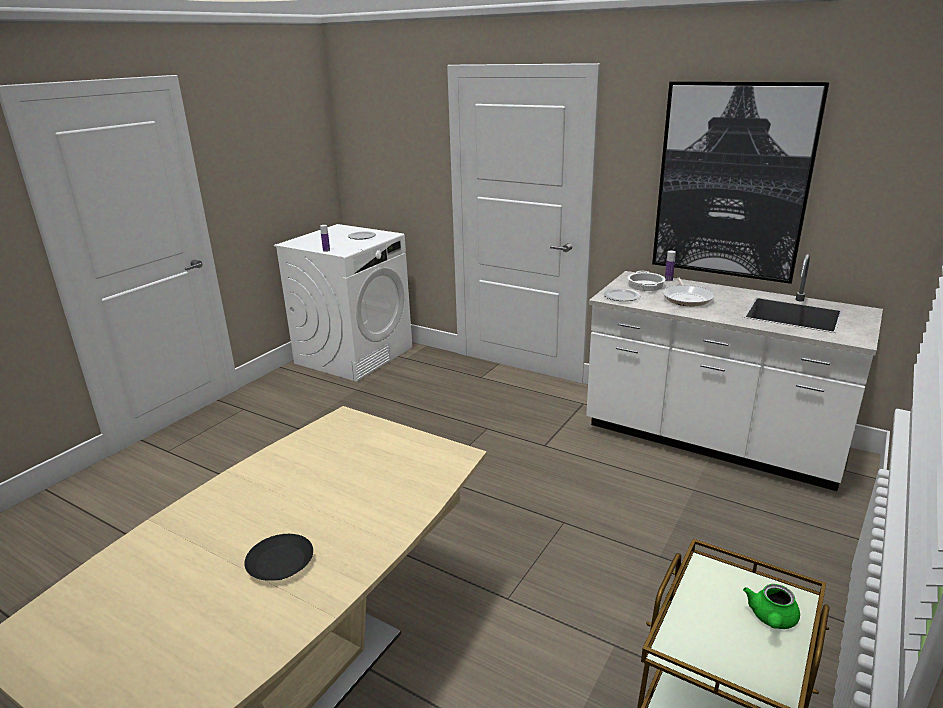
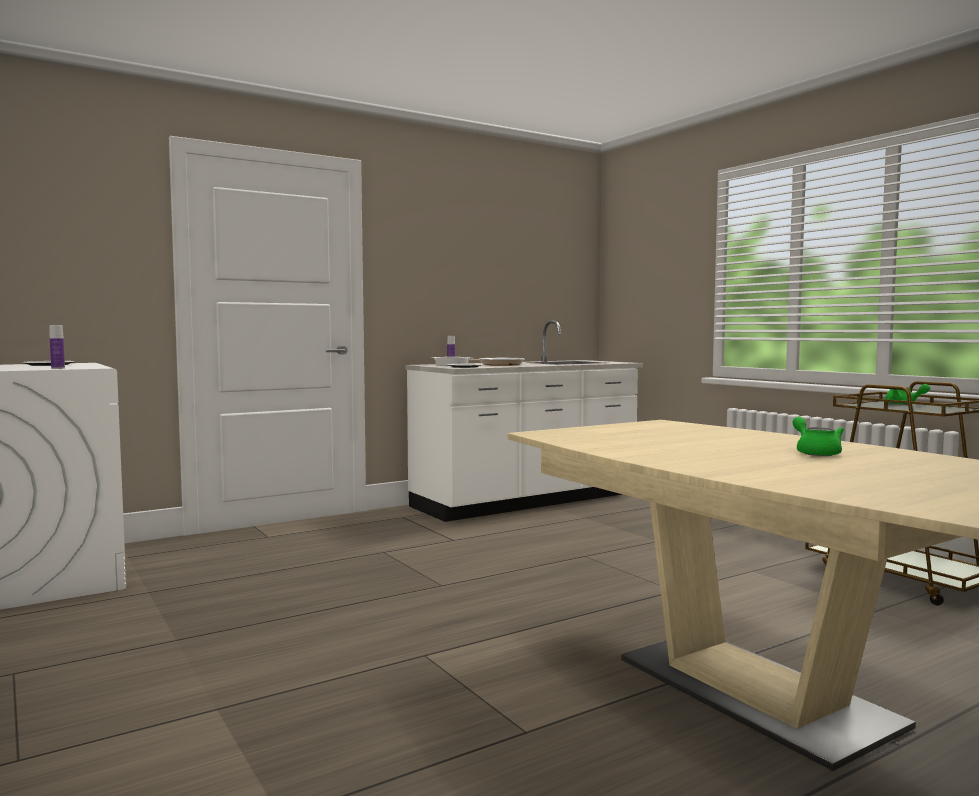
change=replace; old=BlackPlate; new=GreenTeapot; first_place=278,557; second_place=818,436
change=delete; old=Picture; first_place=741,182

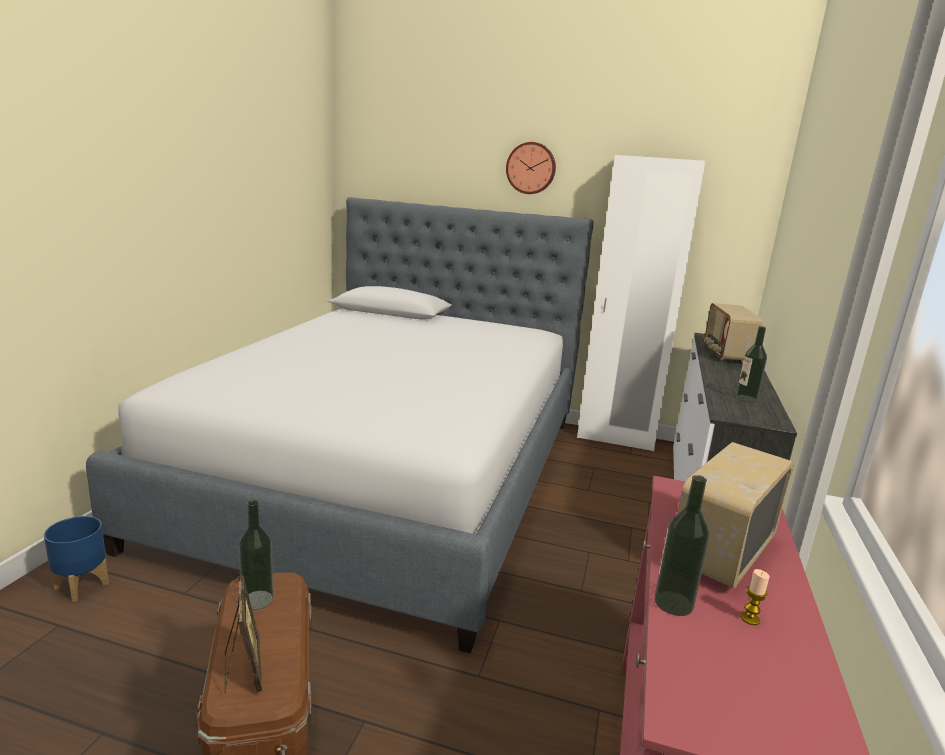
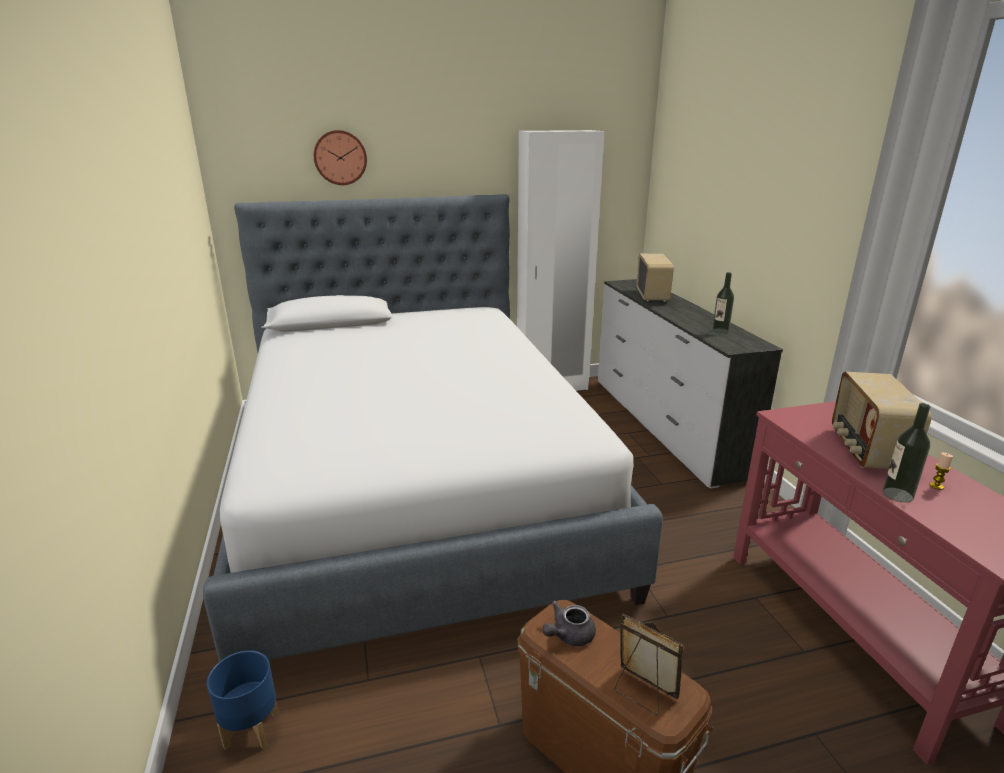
change=replace; old=Bottle; new=GreyTeapot; first_place=256,555; second_place=569,623
change=move; old=WallClock; first_place=531,168; second_place=340,157
change=rotate; old=Radio; first_place=733,332; second_place=655,278; degrees=-150

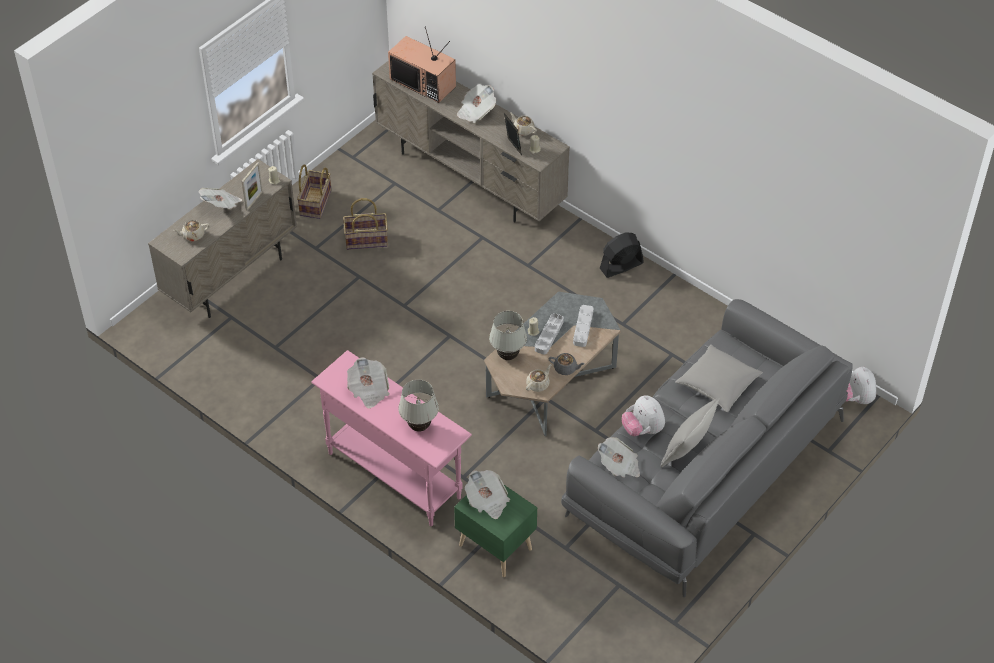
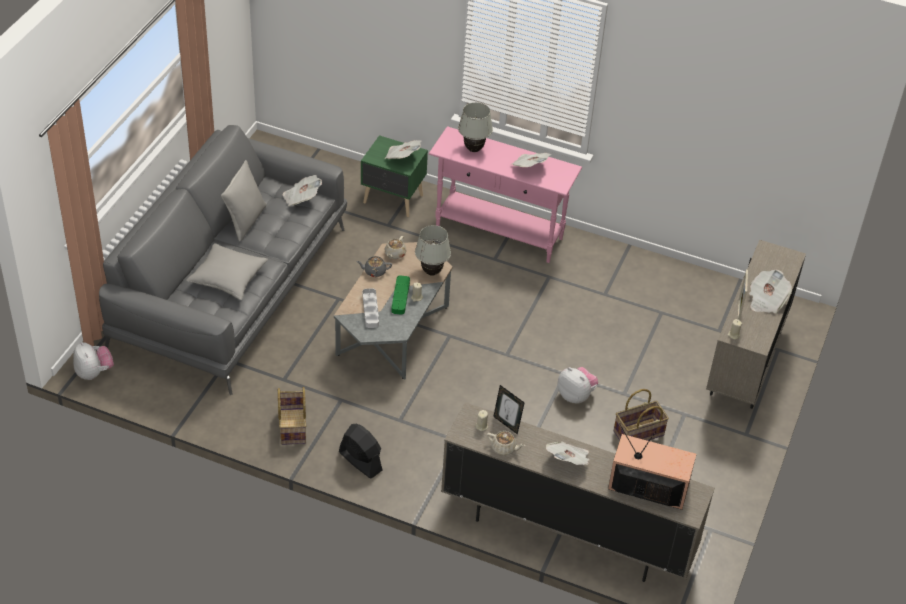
change=delete; old=BeigeTeapot; first_place=191,230
change=move; old=Basket; first_place=314,191; second_place=292,416
change=recolor; old=GreyTray; new=GreenTray; first_place=549,334; second_place=400,295
change=rotate; old=BlackFan; first_place=622,255; second_place=361,451; degrees=-90
change=move; old=PlushToy; first_place=643,415; second_place=578,385

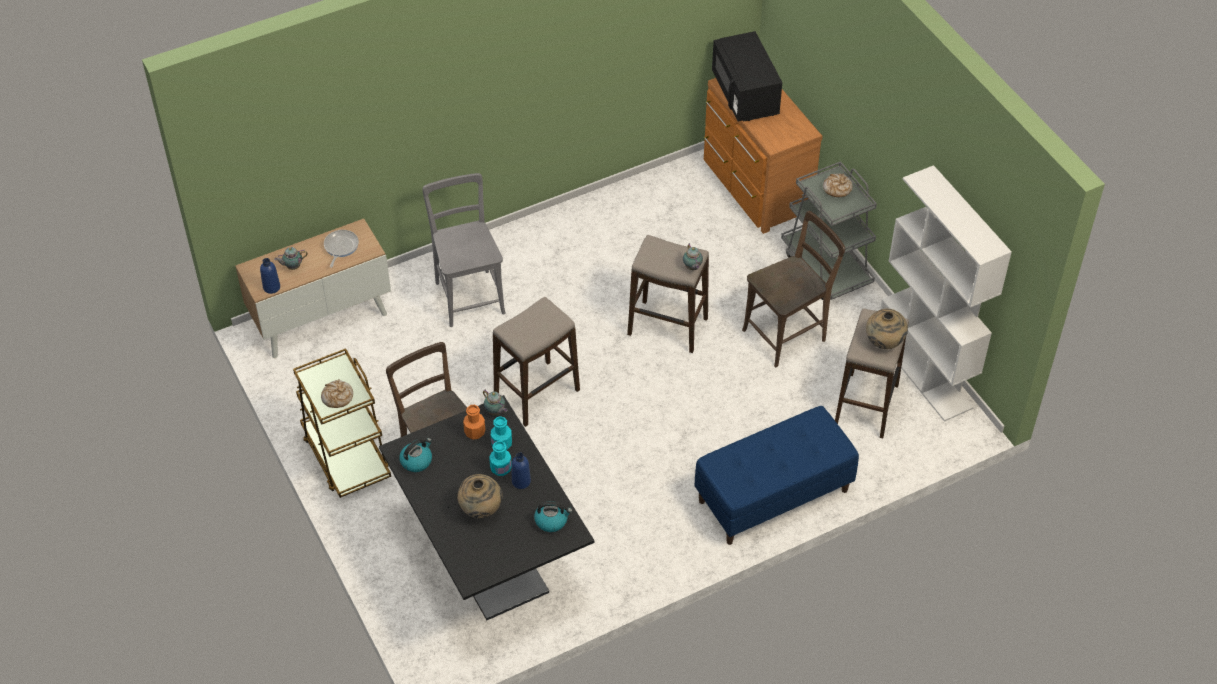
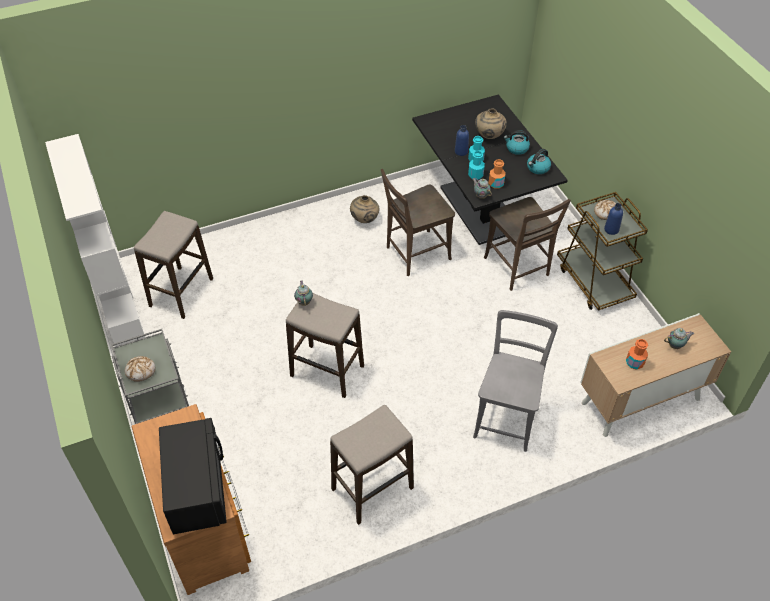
change=move; old=BlueBottle; first_place=270,276; second_place=613,219
change=replace; old=FryingPan; new=OrangeBottle; first_place=341,249; second_place=637,354
change=rotate; old=GreyChair; first_place=464,250; second_place=515,381; degrees=-150
change=move; old=Stool; first_place=536,362; second_place=372,465
change=move; old=Kettle; first_place=553,516; second_place=517,142
change=delete; old=BlueBench; first_place=777,475
change=move; old=BrownChair; first_place=793,289; second_place=418,222
change=move; old=BeigeVase; first_place=887,329; second_place=364,209

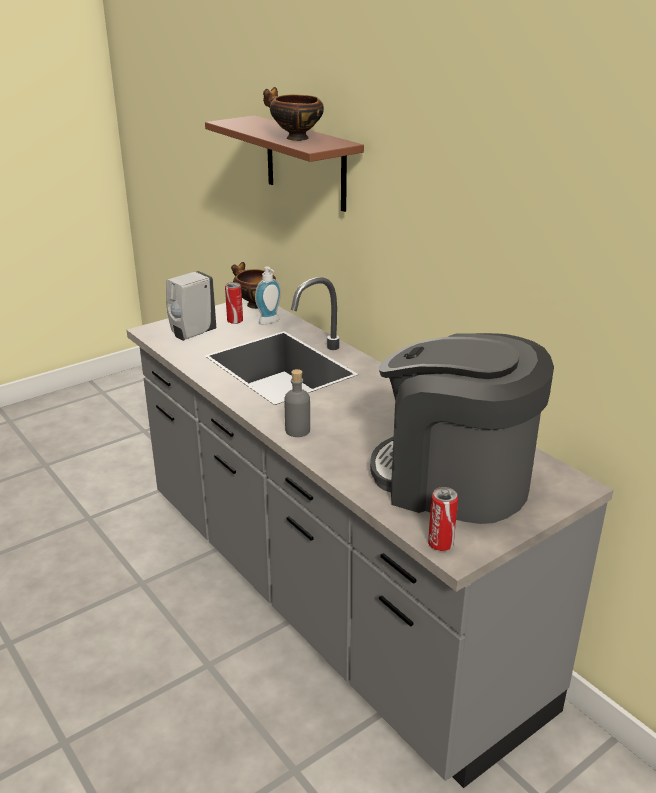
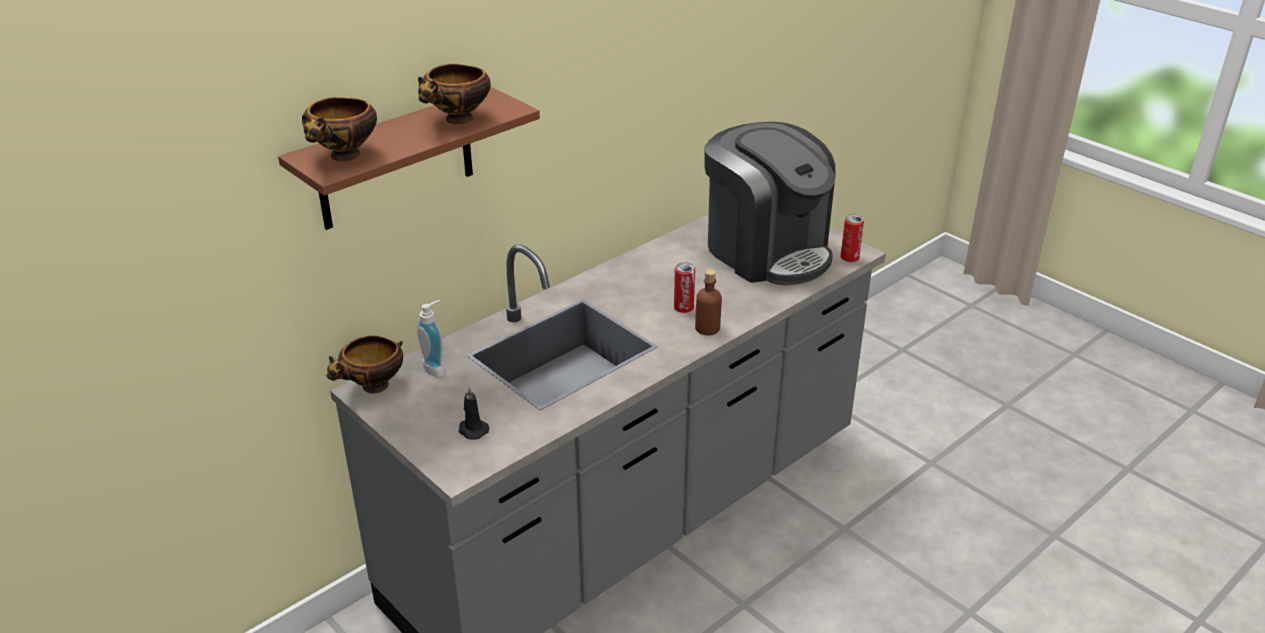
change=replace; old=WhiteSoapDispenser; new=BlackCandle; first_place=191,306; second_place=473,413
change=move; old=Can; first_place=234,303; second_place=684,287
change=recolor; old=GreyBottle; new=BrownBottle; first_place=297,403; second_place=708,302
change=rotate; old=CoffeeMachine; first_place=462,428; second_place=770,203; degrees=-60
change=insert; new=Bowl; second_place=339,129

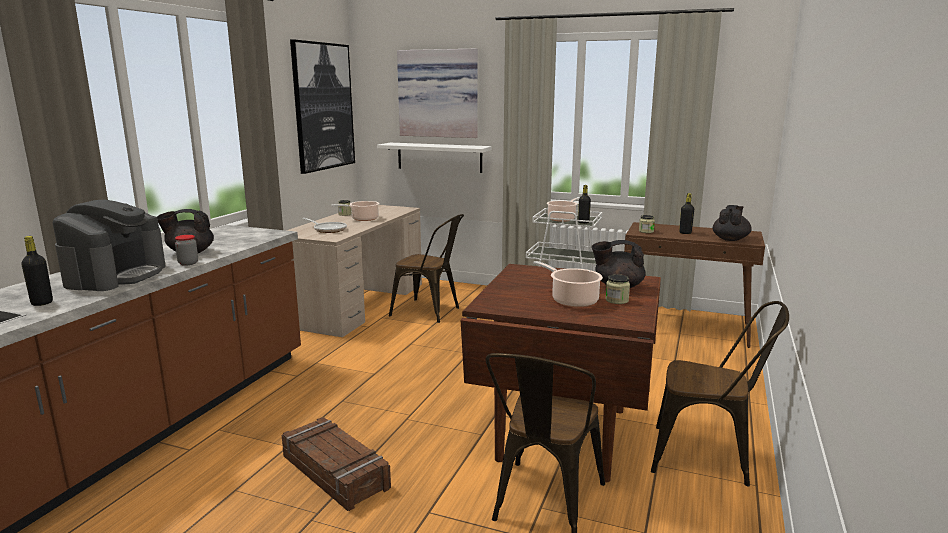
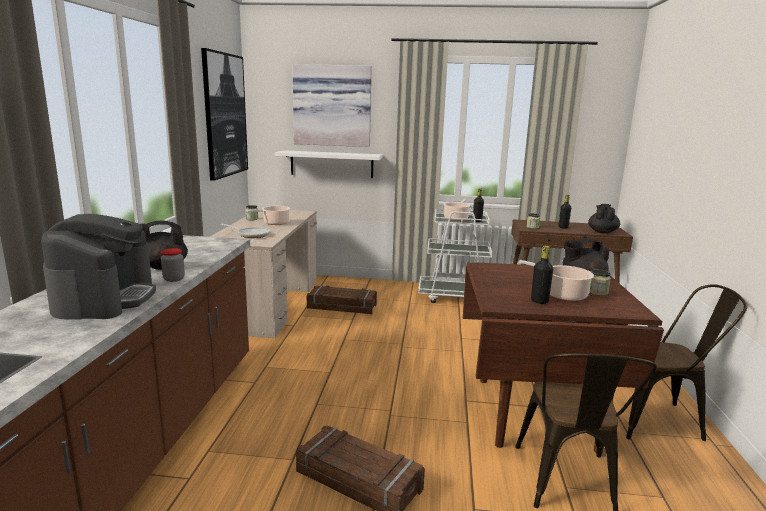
change=move; old=BlackBottle; first_place=37,271; second_place=542,275
change=replace; old=BrownChair; new=Crate; first_place=426,268; second_place=342,299

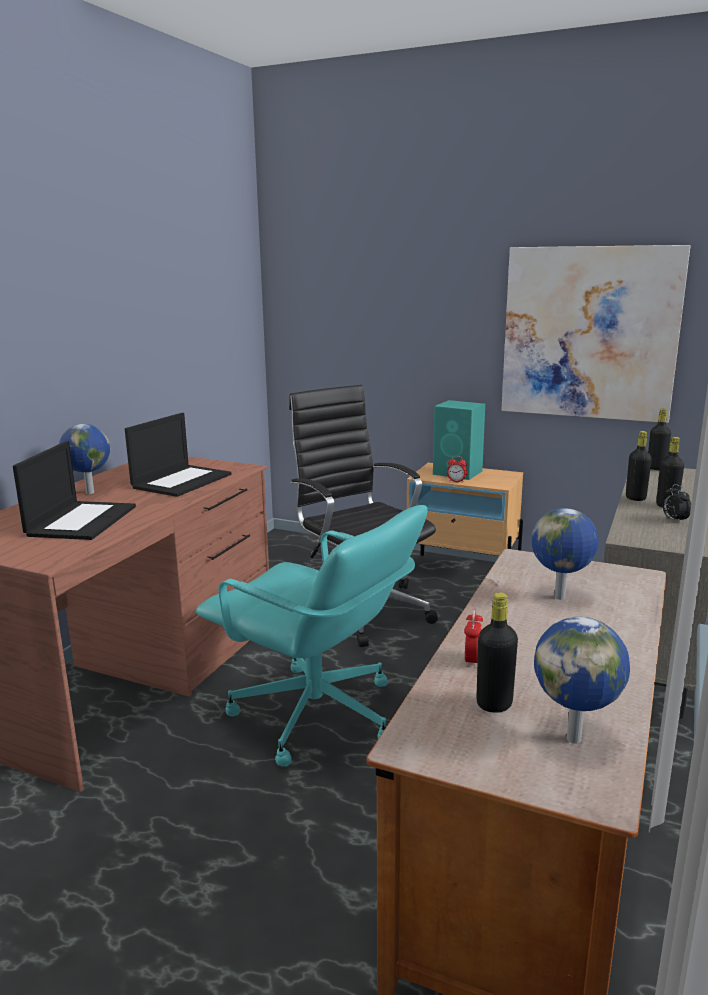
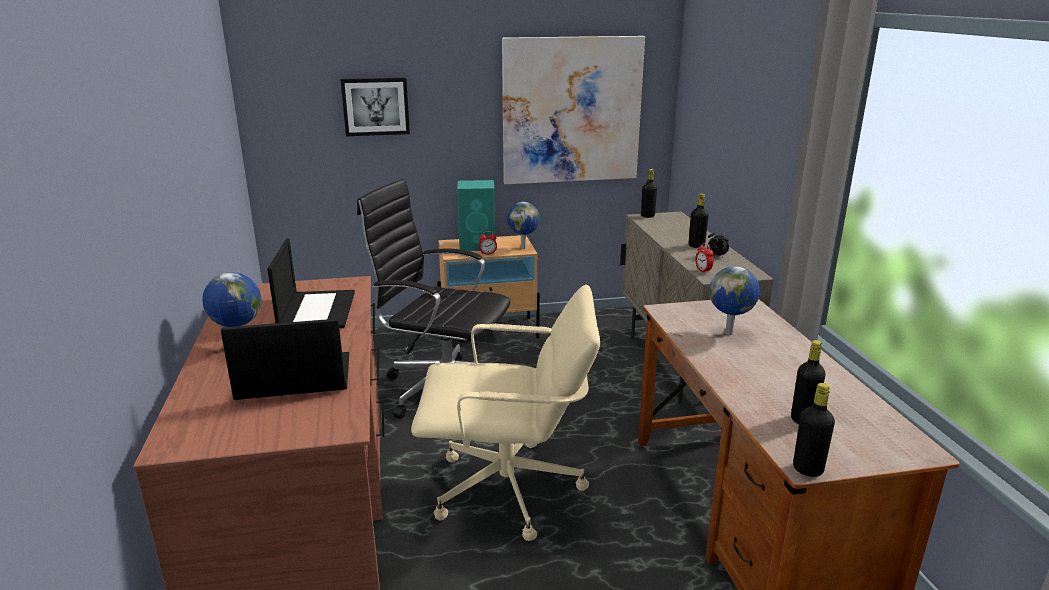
change=rotate; old=Laptop; first_place=74,490; second_place=285,359; degrees=-75
change=recolor; old=TurquoiseOfficeChair; new=BeigeOfficeChair; first_place=311,636; second_place=505,413
change=move; old=AlarmClock; first_place=473,638; second_place=704,258
change=move; old=Globe; first_place=582,680; second_place=523,225
change=move; old=BlackBottle; first_place=639,466; second_place=814,430
change=insert; new=Picture; second_place=375,107

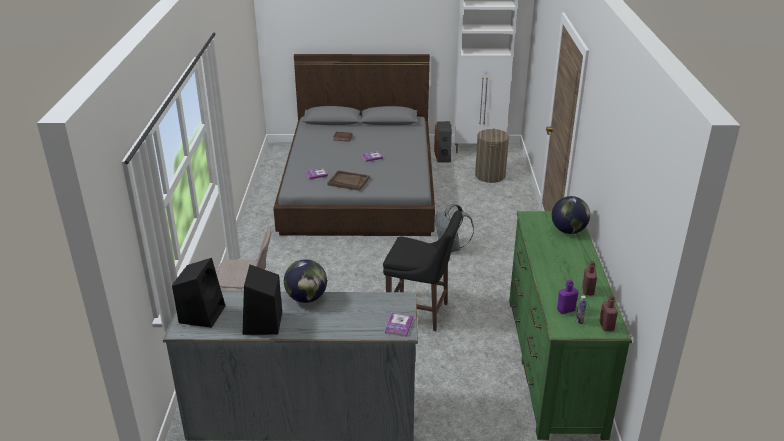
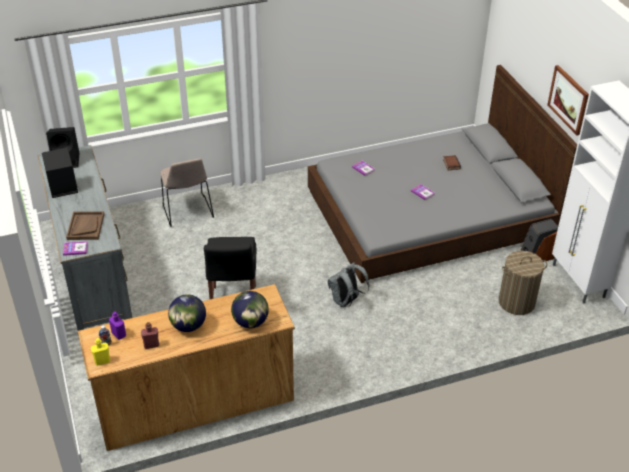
change=move; old=Globe; first_place=305,281; second_place=187,313
change=move; old=BrownTray; first_place=348,180; second_place=85,225
change=recolor; old=GreenDresser; new=BrownDresser; first_place=570,325; second_place=186,367
change=recolor; old=RedBottle; new=YellowBottle; first_place=608,313; second_place=101,352
change=insert; new=Picture; second_place=568,100

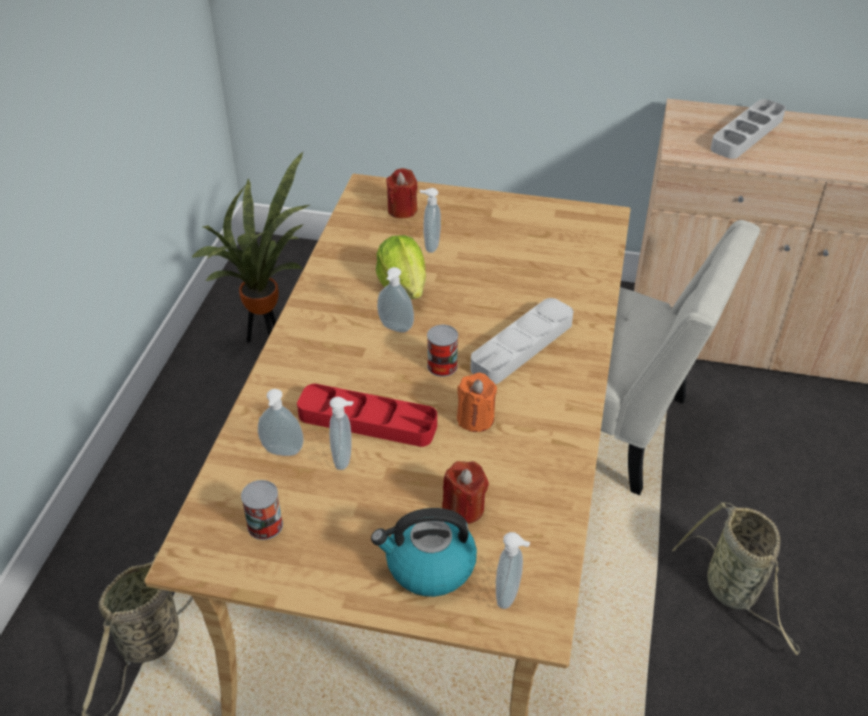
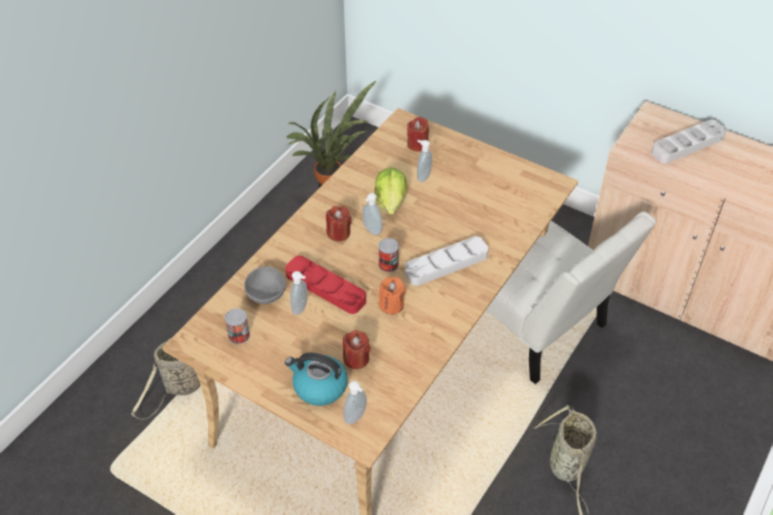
change=replace; old=SoapDispenser; new=GreyBowl; first_place=281,422; second_place=265,285
change=insert; new=RedCandle; second_place=339,223

